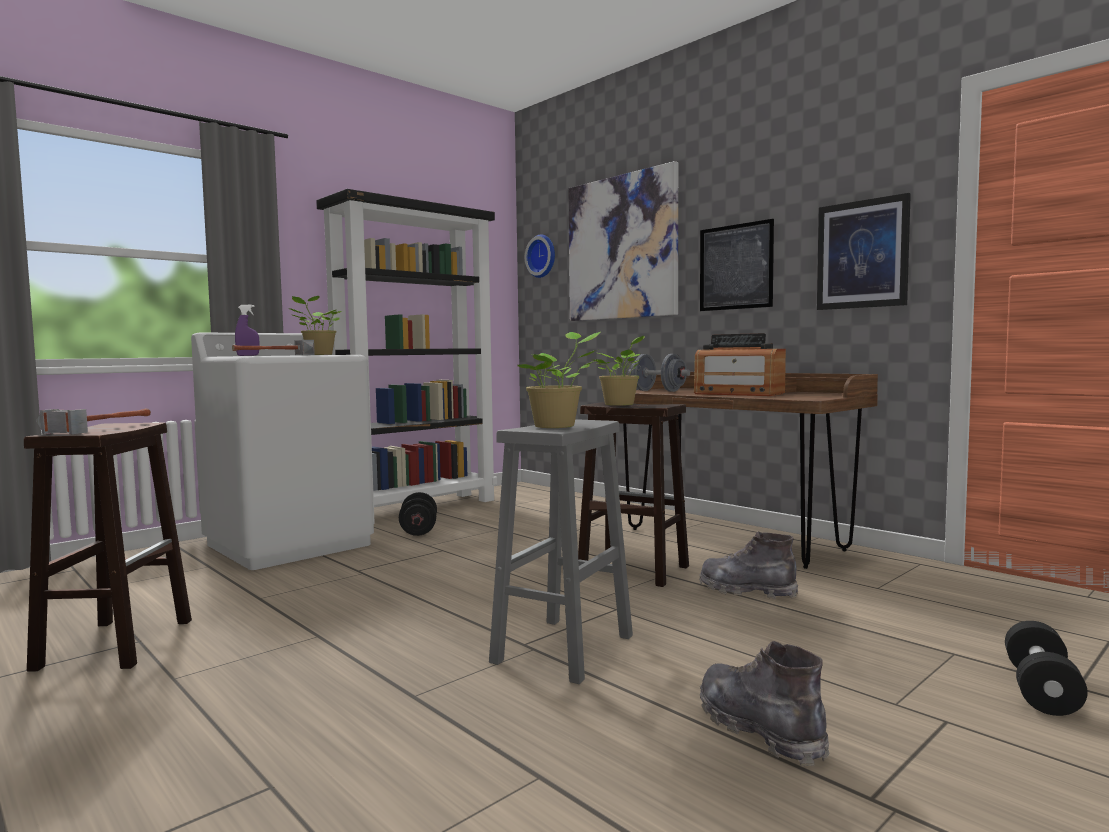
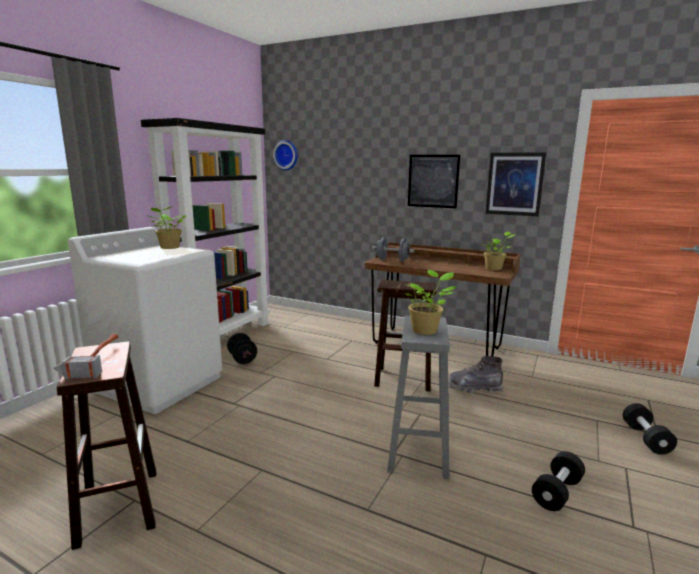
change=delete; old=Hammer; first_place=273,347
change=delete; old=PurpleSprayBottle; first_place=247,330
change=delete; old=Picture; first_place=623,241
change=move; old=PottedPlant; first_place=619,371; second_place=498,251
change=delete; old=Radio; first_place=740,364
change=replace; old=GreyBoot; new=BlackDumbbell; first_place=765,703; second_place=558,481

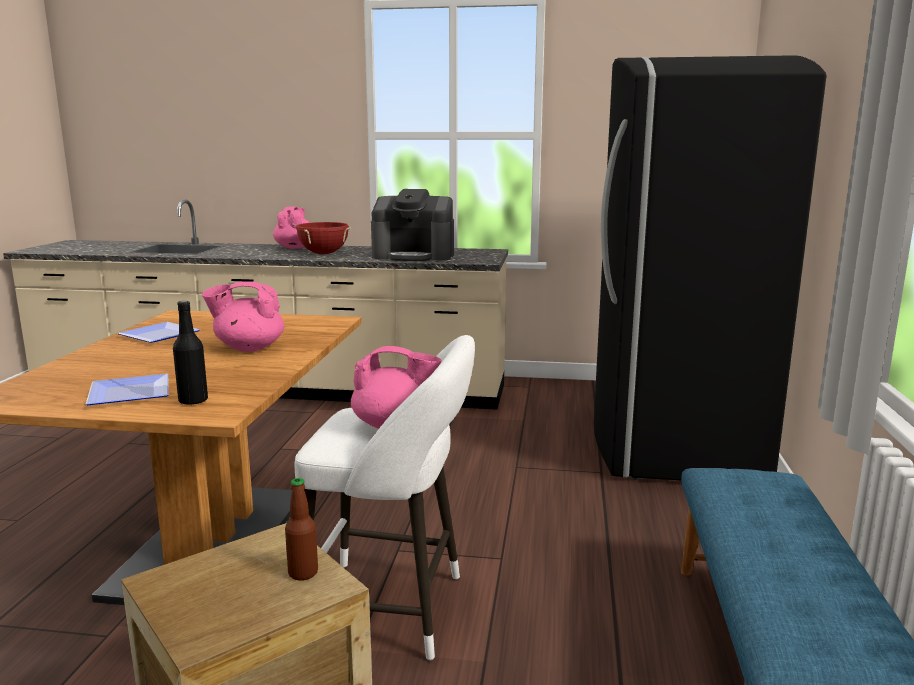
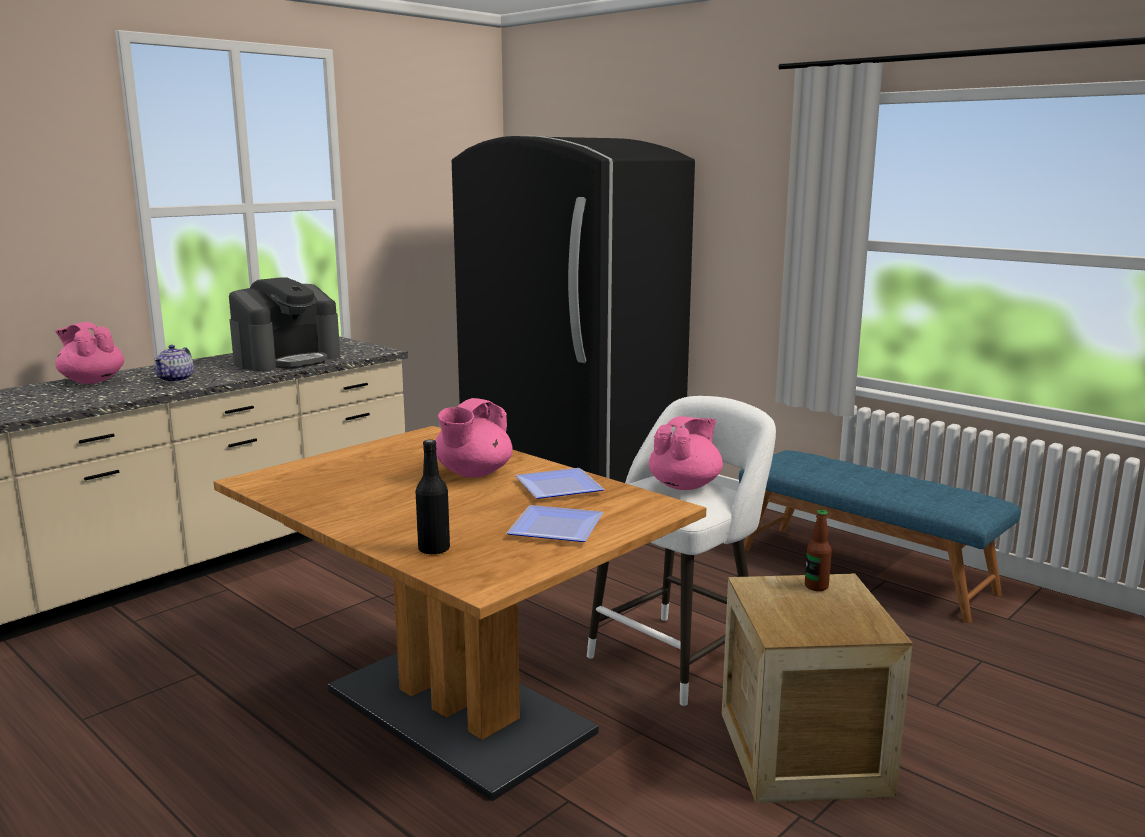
change=move; old=Plate; first_place=158,332; second_place=559,483
change=move; old=BlackBottle; first_place=190,353; second_place=433,497
change=replace; old=RedCookingPot; new=Teapot; first_place=323,238; second_place=174,363

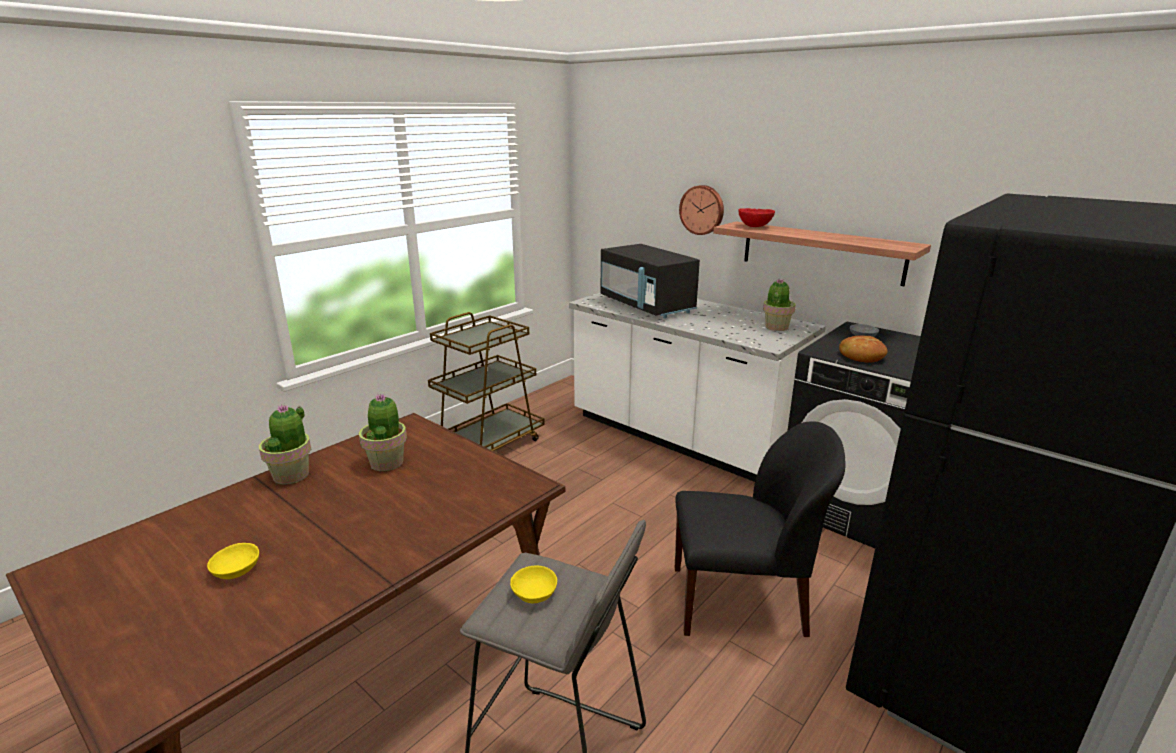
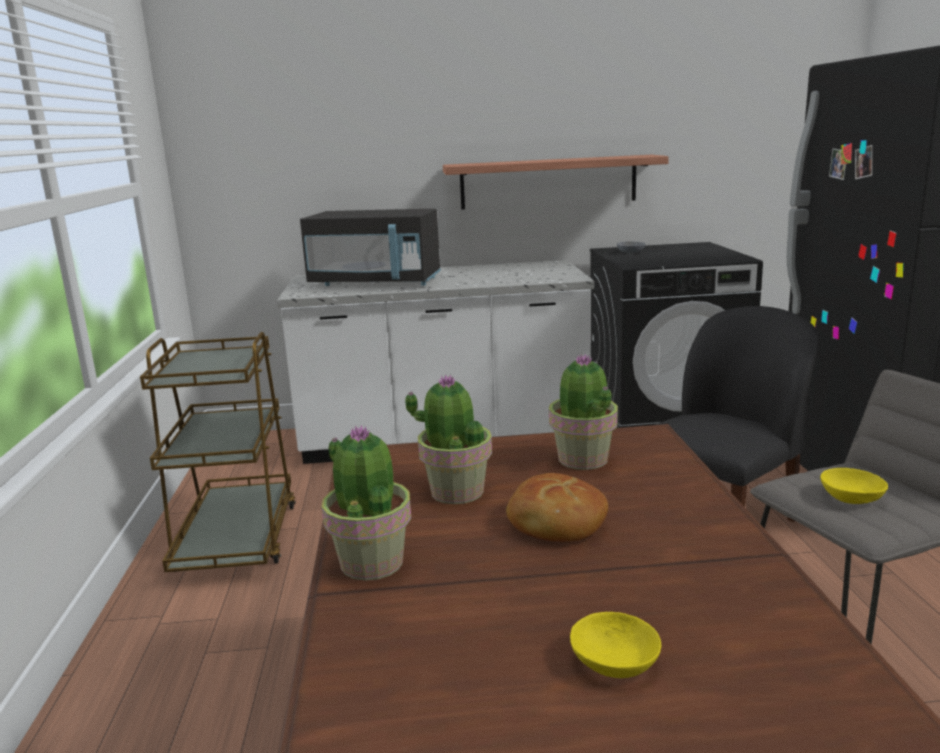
change=delete; old=WallClock; first_place=701,210
change=delete; old=RedBowl; first_place=757,217
change=move; old=PottedPlant; first_place=779,305; second_place=583,412
change=move; old=Bread; first_place=863,349; second_place=557,507

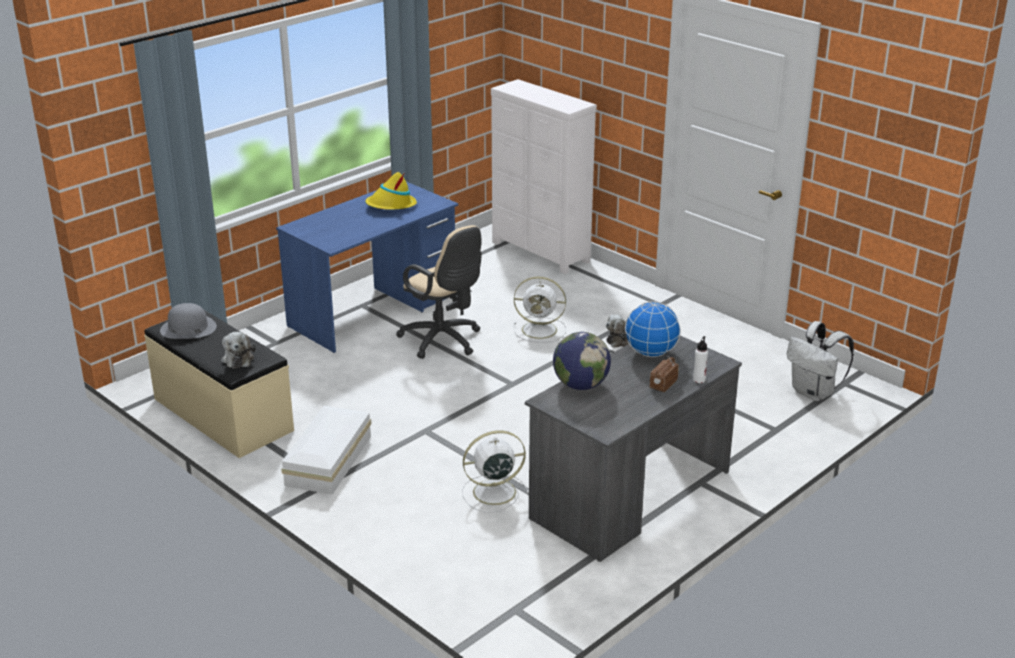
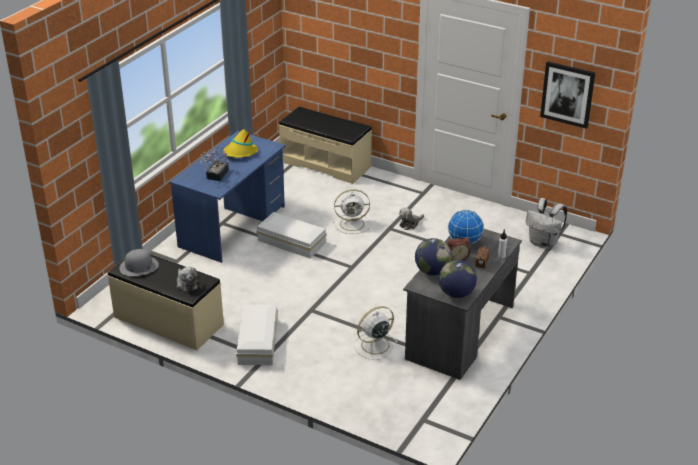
change=replace; old=BeigeOfficeChair; new=WhiteStorageBox; first_place=439,292; second_place=291,235
change=replace; old=WhiteDresser; new=BeigeBench; first_place=544,176; second_place=325,145
change=insert; new=PottedPlant; second_place=214,164
change=insert; new=Globe; second_place=458,279
change=insert; new=AlarmClock; second_place=458,249
change=insert; new=Picture; second_place=567,95

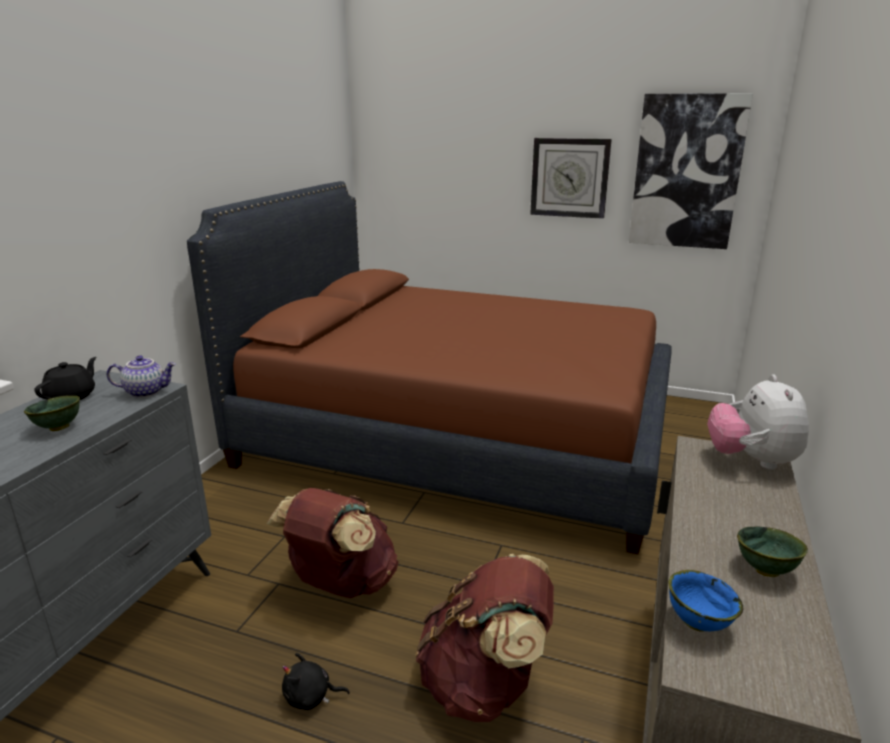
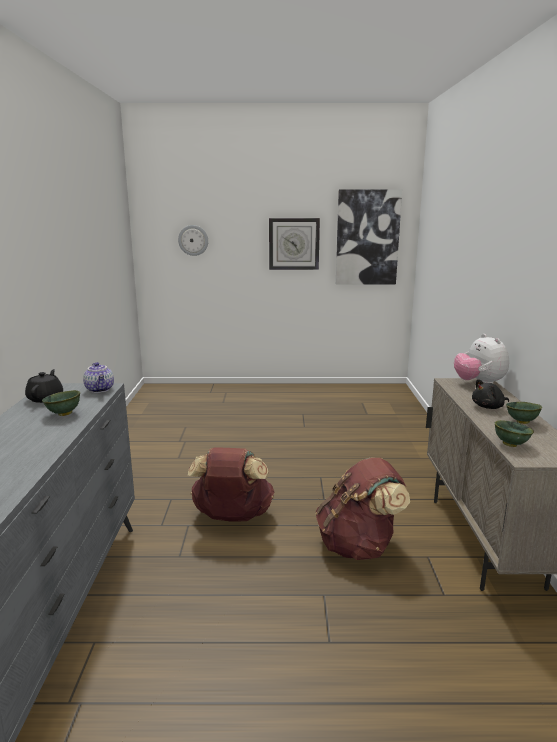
change=rotate; old=Teapot; first_place=141,376; second_place=98,377; degrees=90
change=delete; old=BrownBed; first_place=429,367
change=move; old=BlackPlushToy; first_place=316,681; second_place=490,394
change=recolor; old=BlueBowl; new=GreenBowl; first_place=706,601; second_place=514,433
change=insert; new=WallClock; second_place=193,240

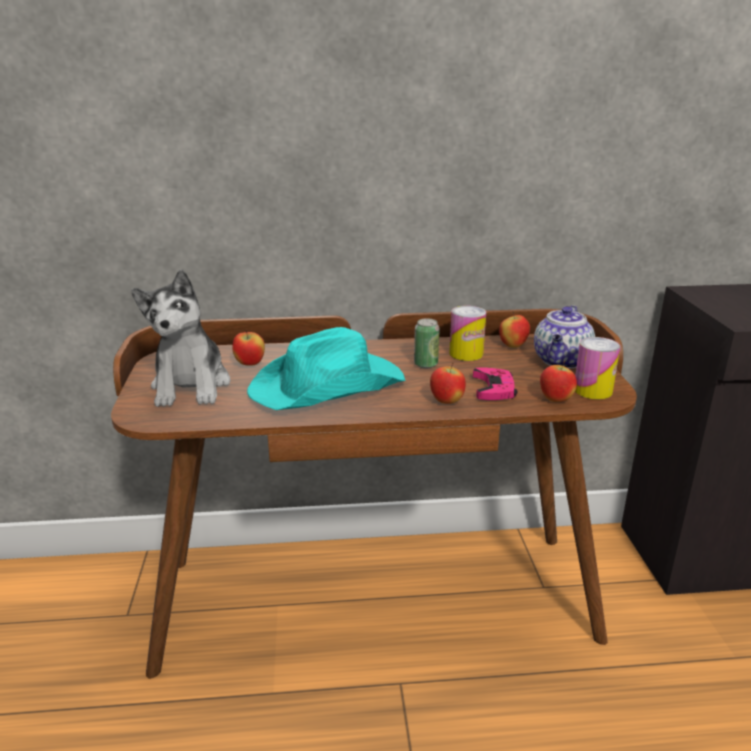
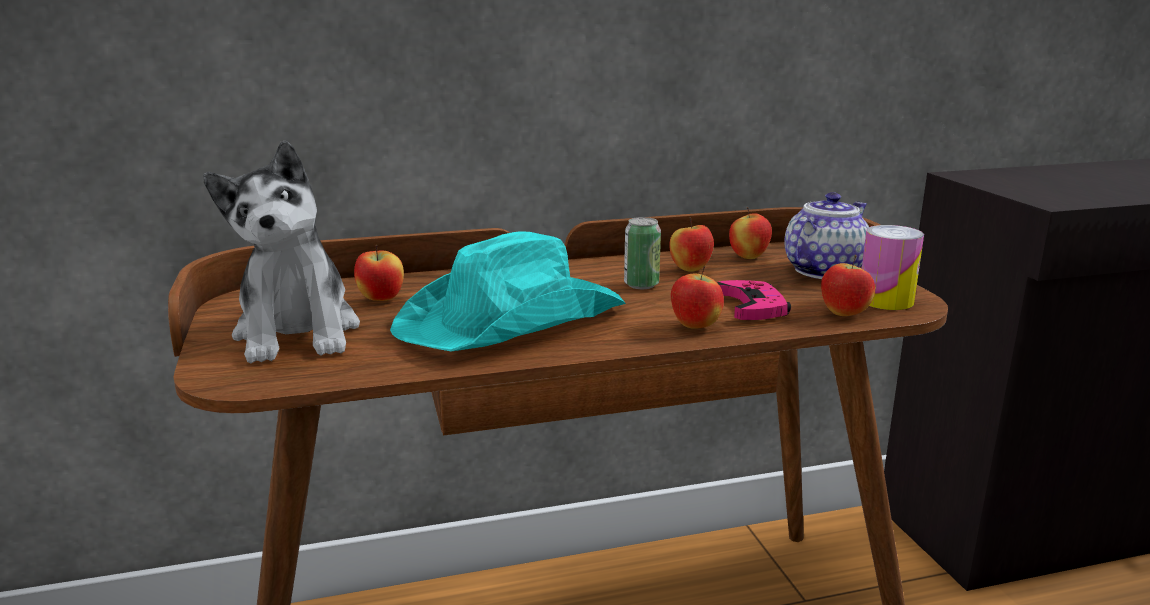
change=replace; old=Can; new=Apple; first_place=467,333; second_place=691,244
change=rotate; old=Teapot; first_place=564,337; second_place=827,235; degrees=-150

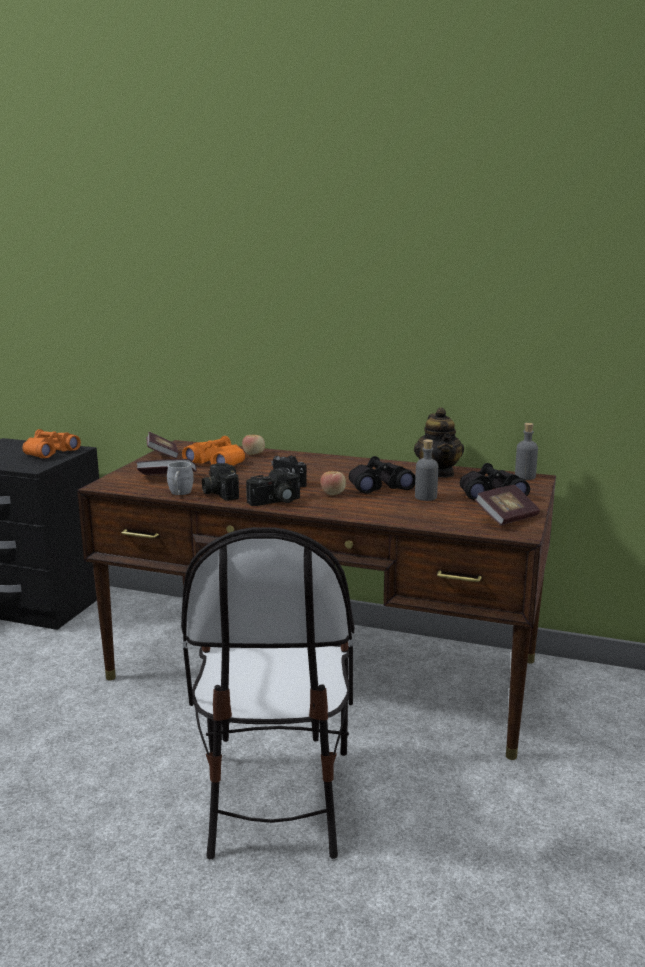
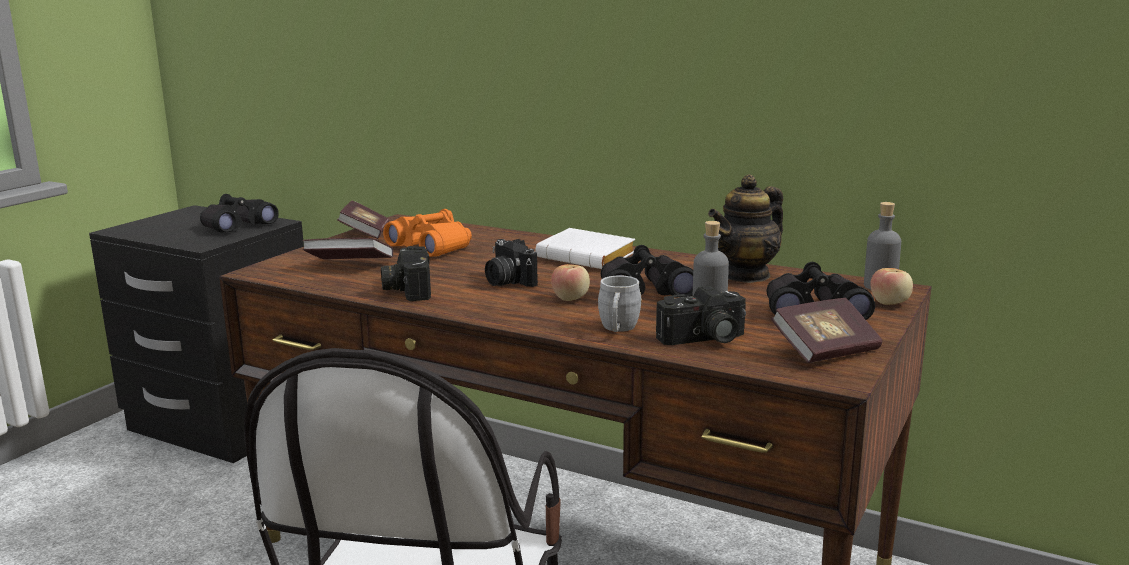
change=recolor; old=OrangeBinoculars; new=BlackBinoculars; first_place=51,443; second_place=239,213
change=move; old=GreyMug; first_place=180,478; second_place=620,304
change=move; old=Apple; first_place=253,445; second_place=891,286
change=move; old=PhotoCamera; first_place=273,487; second_place=701,315
change=rotate; old=Teapot; first_place=439,442; second_place=745,228; degrees=45
change=insert; new=WhiteBook; second_place=585,248

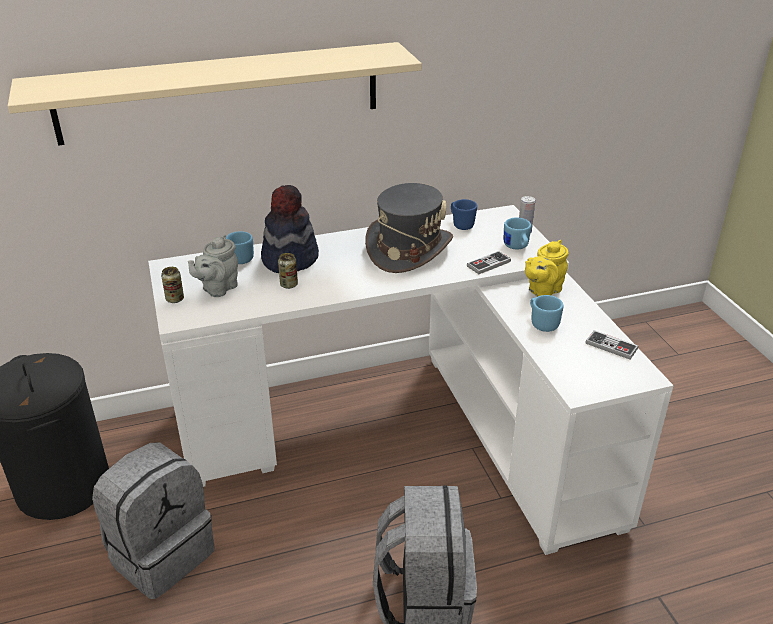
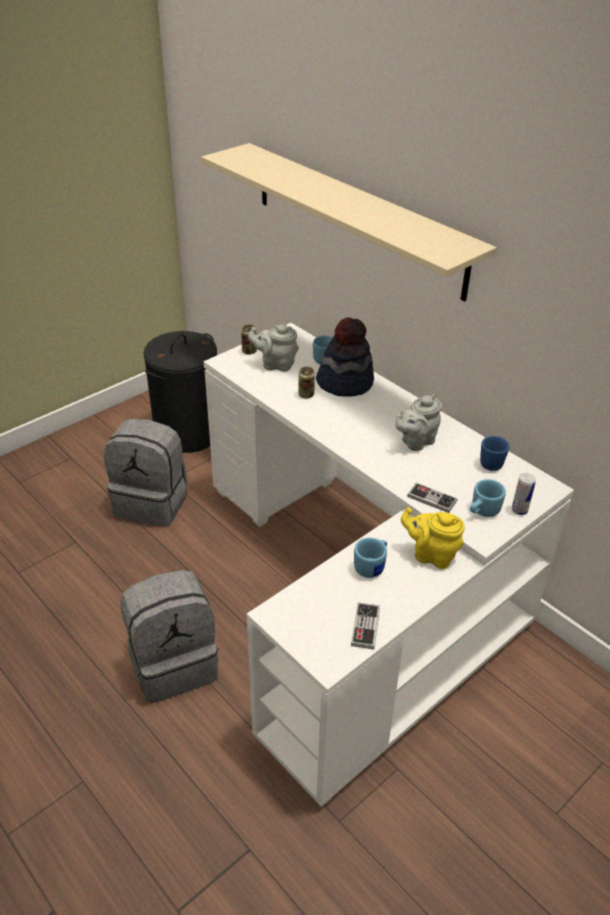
change=replace; old=GreyHat; new=GreyTeapot; first_place=409,228; second_place=419,422

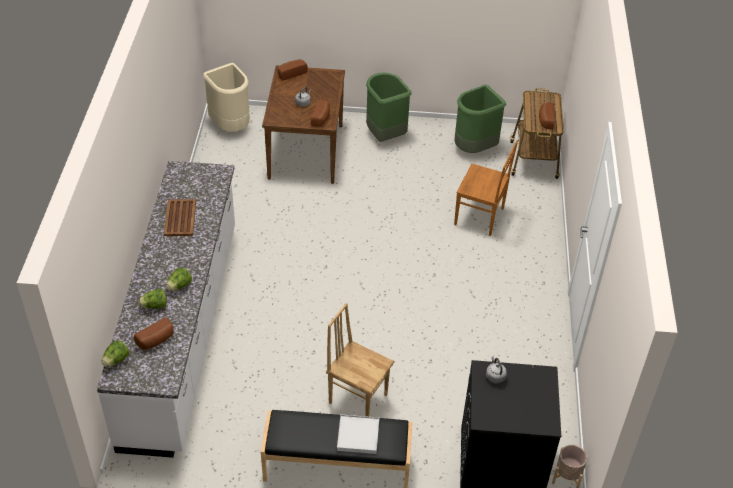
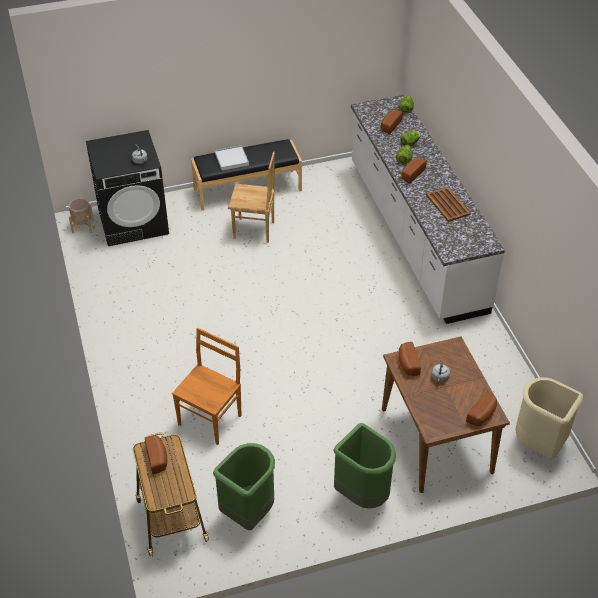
change=rotate; old=BrownChair; first_place=486,188; second_place=206,386; degrees=120
change=insert; new=Bread; second_place=414,170

